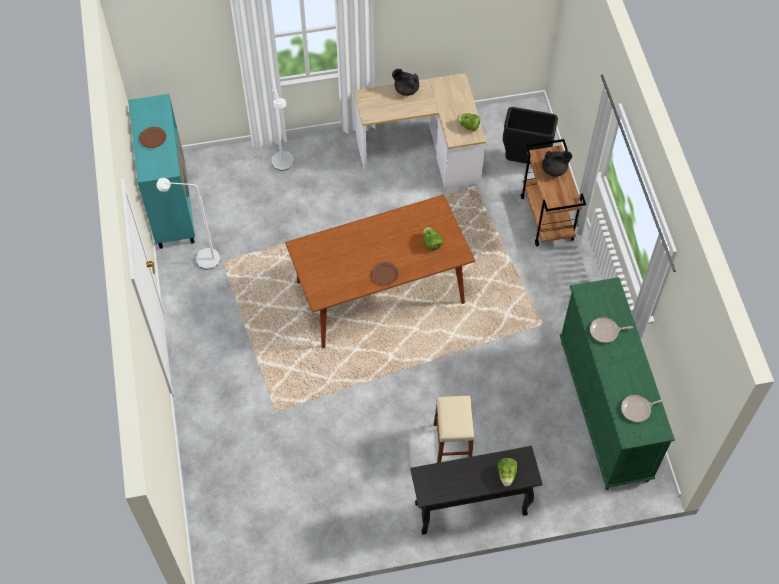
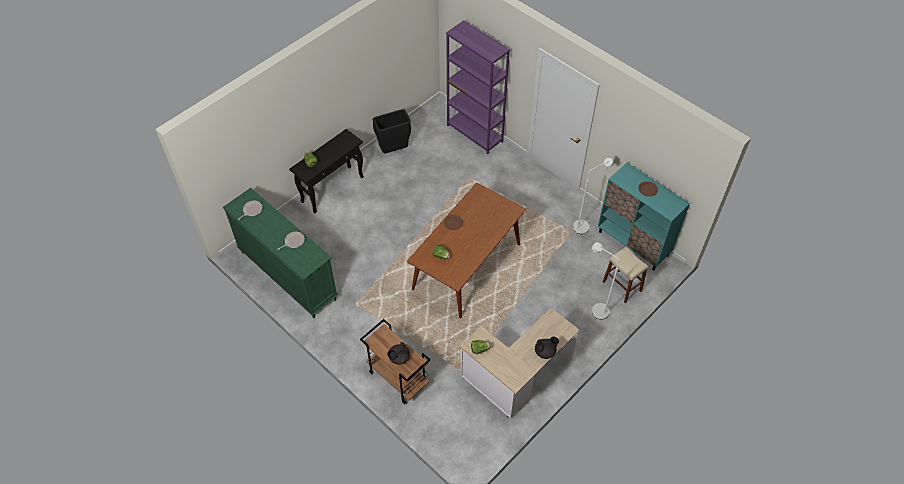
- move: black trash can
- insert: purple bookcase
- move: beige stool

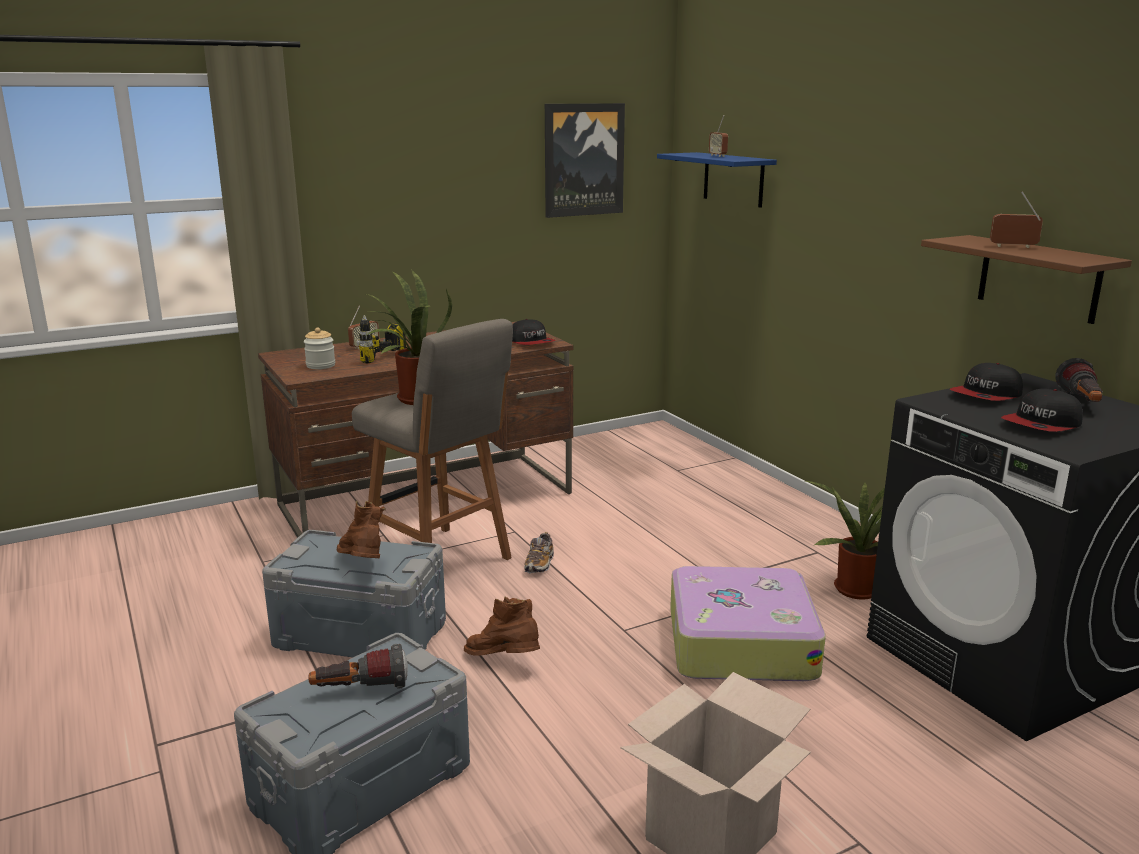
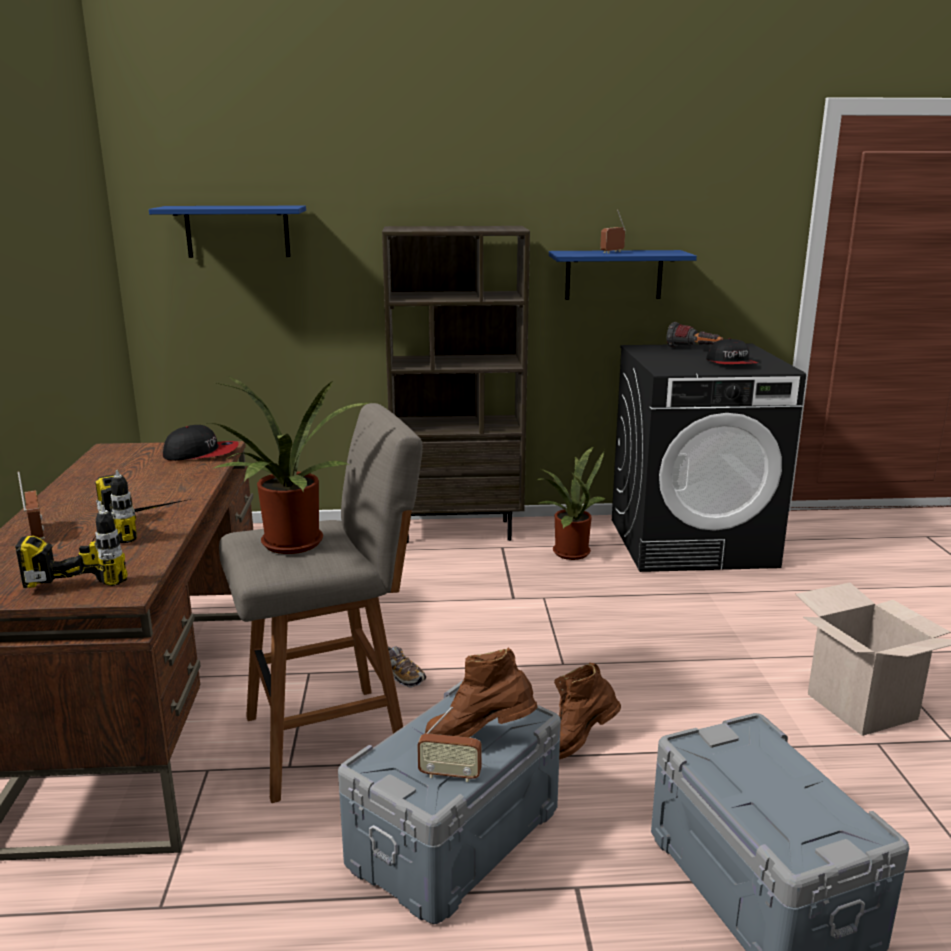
- replace: jar to power drill (1st from left)
- insert: brown bookcase
- move: radio (2nd from left)
- recolor: brown shelf to blue shelf (2nd from left)
- delete: flashlight (1st from left)
- delete: picture
- delete: suitcase
- delete: cap (2nd from left)

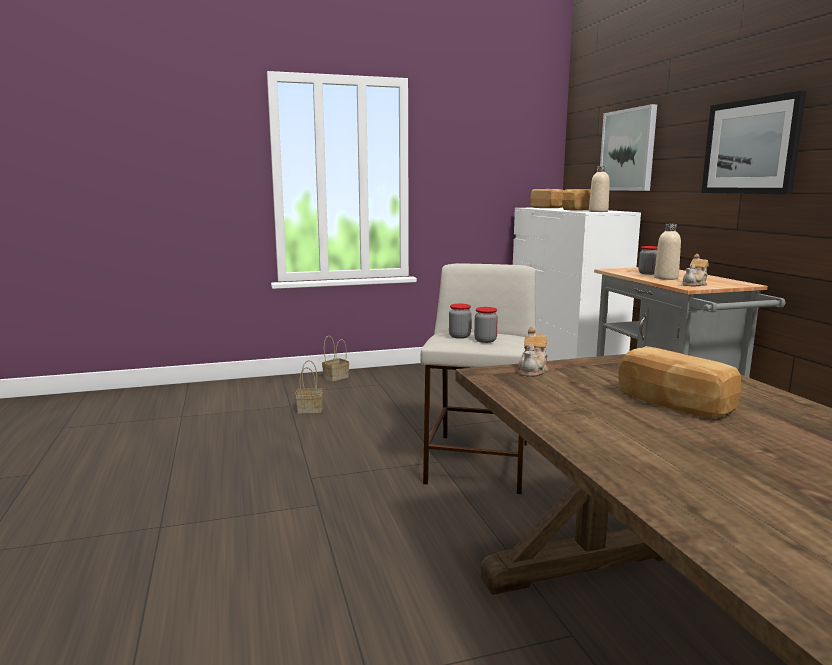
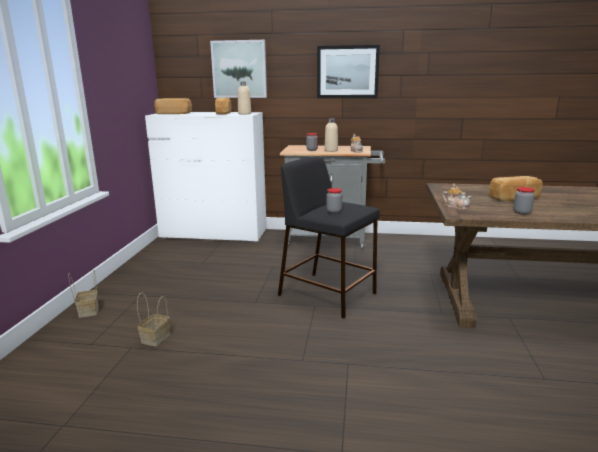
- recolor: beige stool to black stool
- move: jar (2nd from left in the first image) to jar (3rd from left)

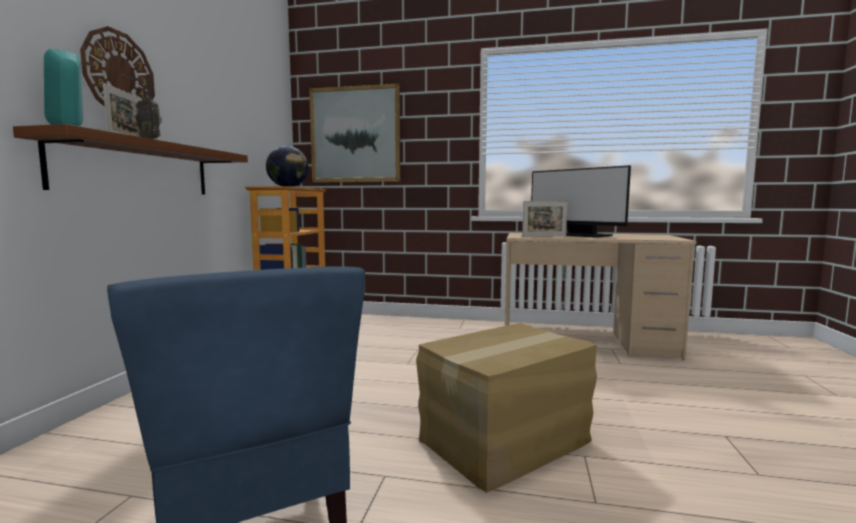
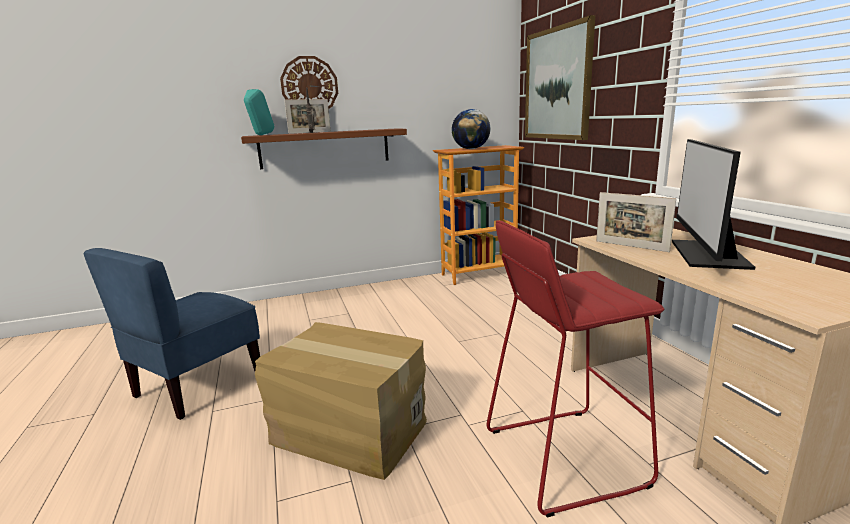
- insert: red stool

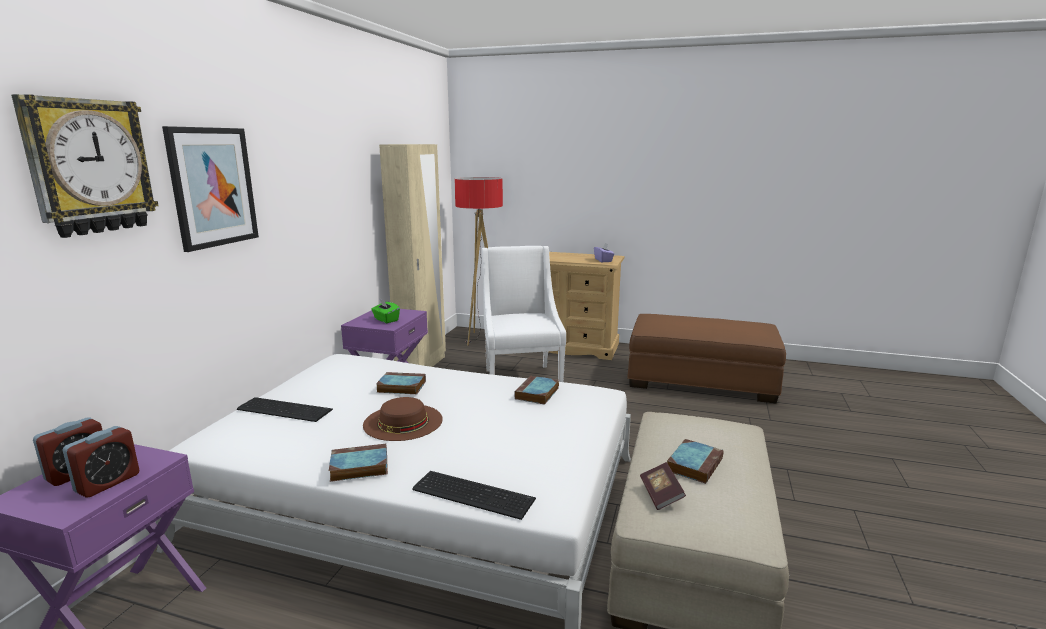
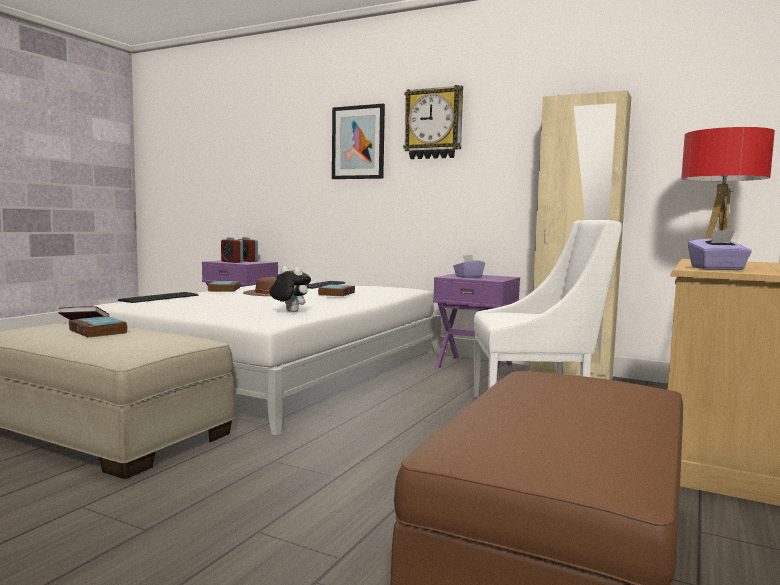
- replace: book (3rd from left) to plush toy
- move: wall clock
- recolor: green tissue box to purple tissue box (1st from left)

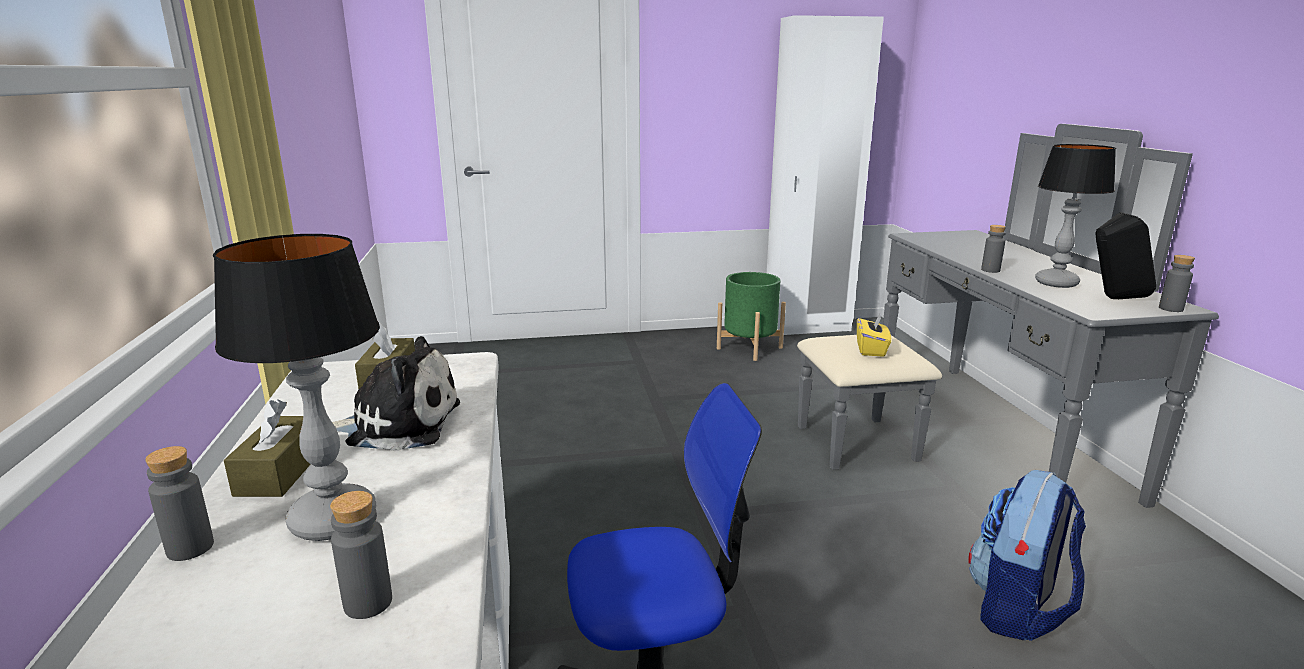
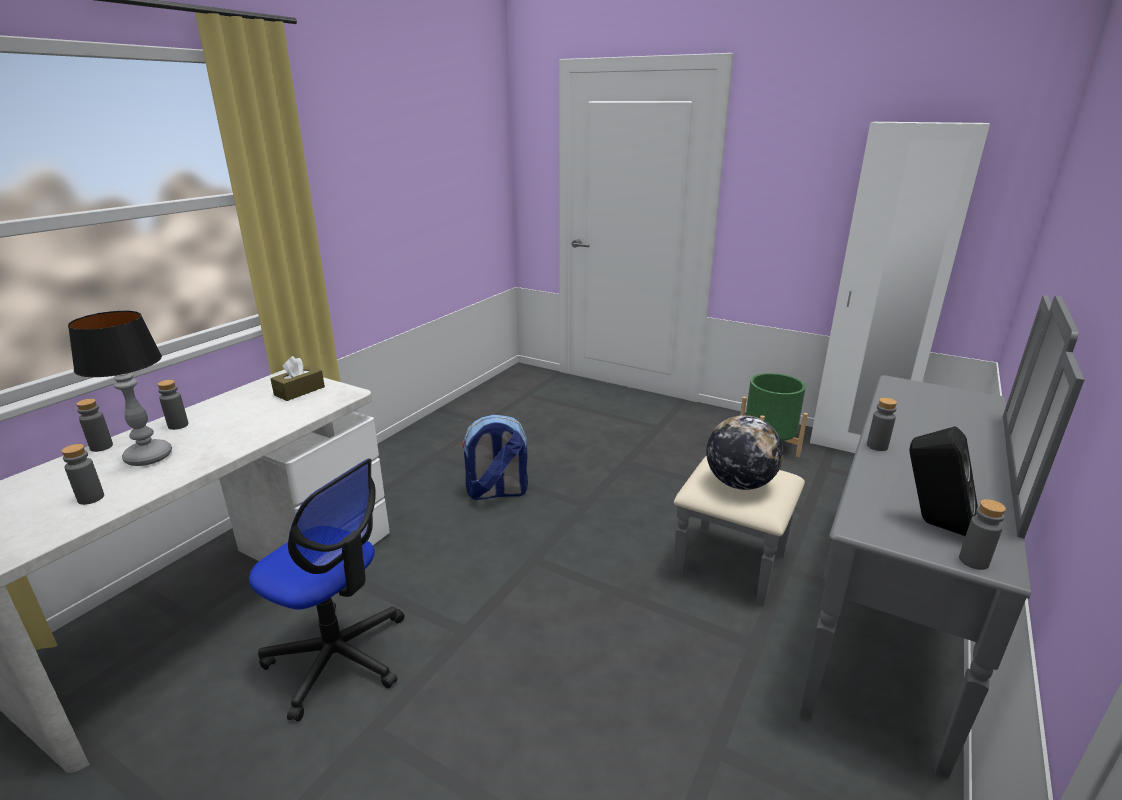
- replace: brown tissue box (1st from left) to grey bottle (3rd from left)
- move: backpack
- replace: yellow tissue box to globe
- delete: plush toy
- delete: table lamp (2nd from left)

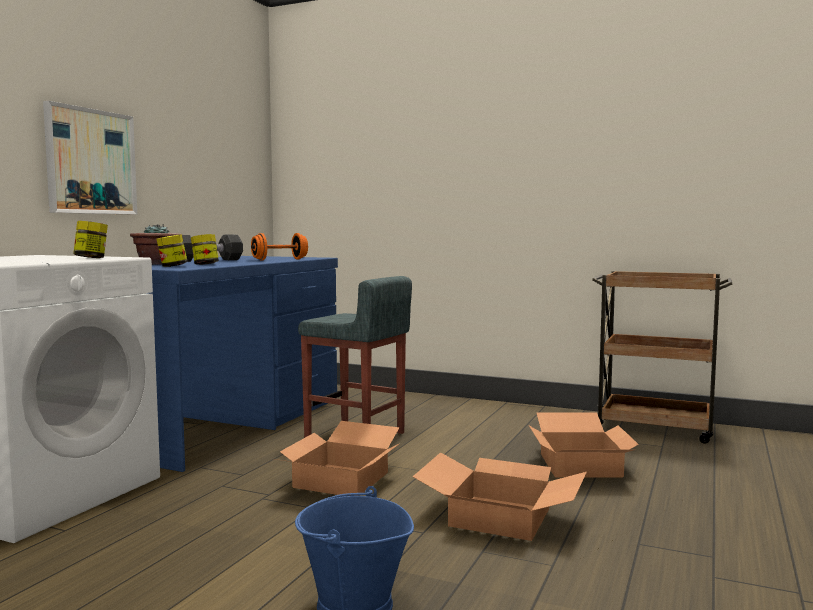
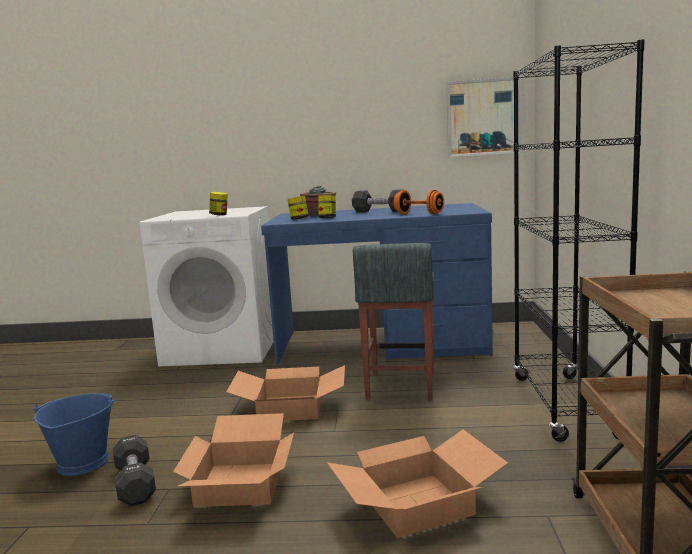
- insert: black dumbbell (1st from left)
- move: picture
- insert: black bookcase

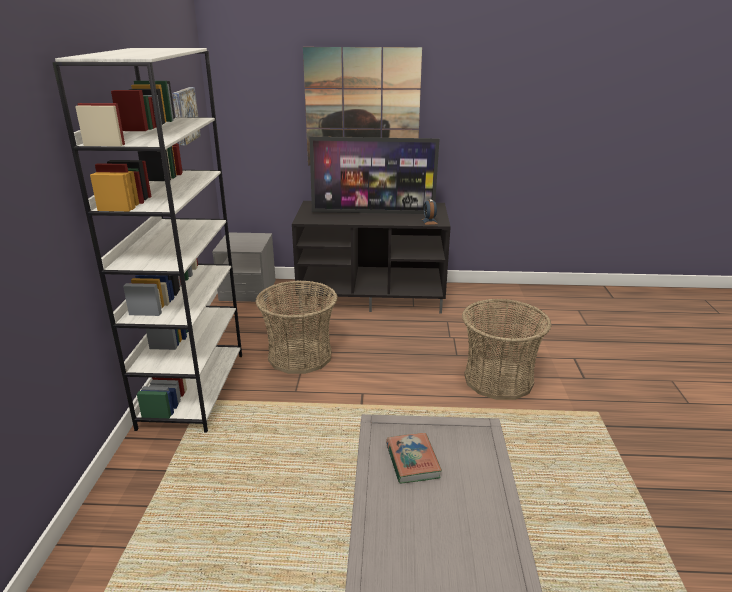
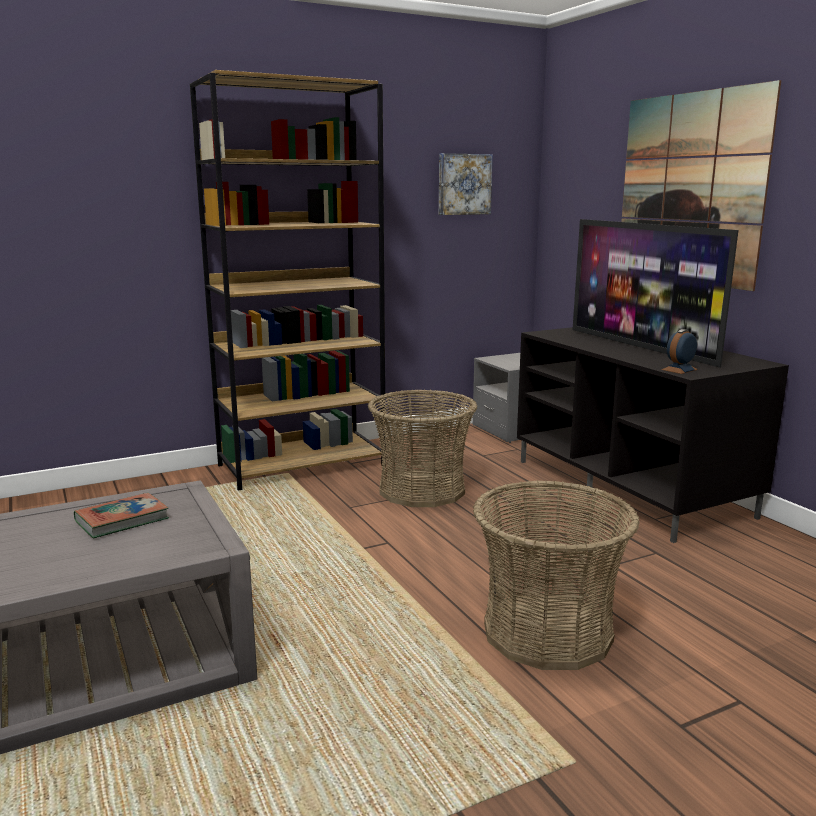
- recolor: white bookcase to brown bookcase

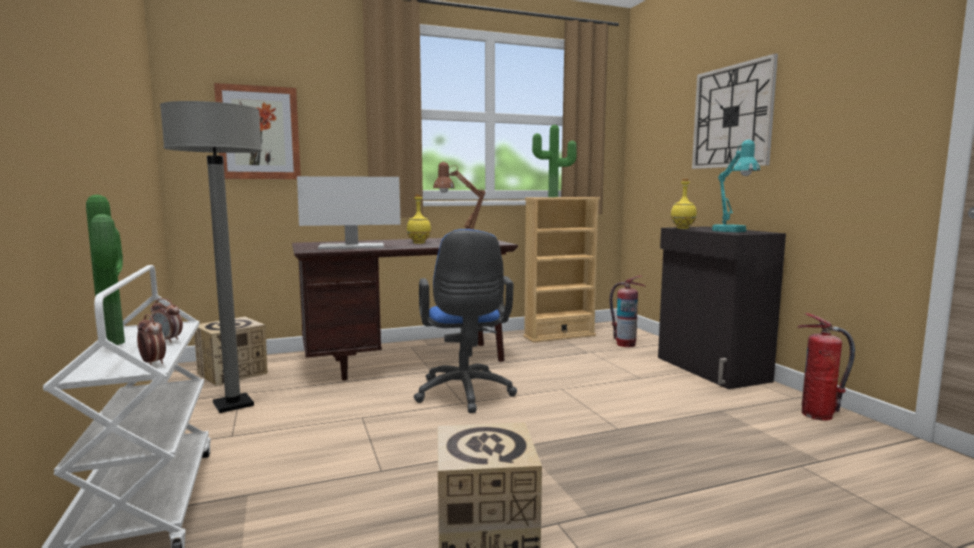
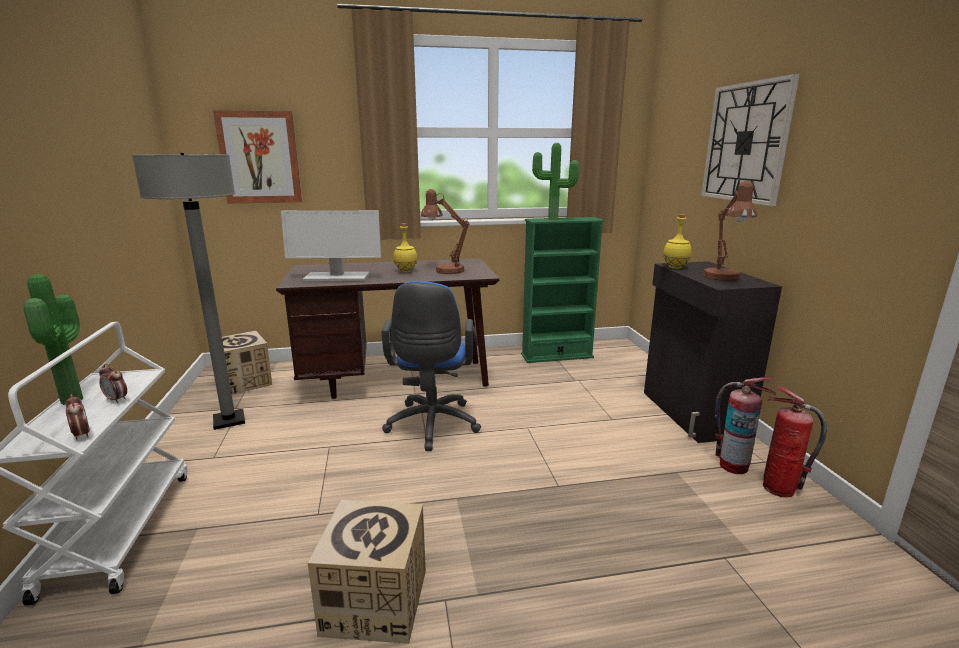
- recolor: beige bookcase to green bookcase
- recolor: turquoise table lamp to brown table lamp (2nd from left)
- move: fire extinguisher (1st from left)

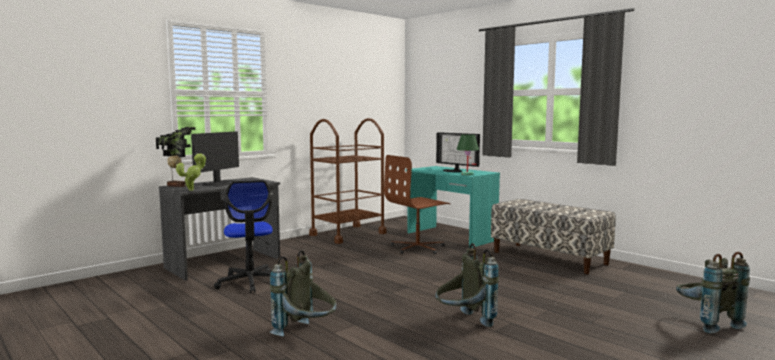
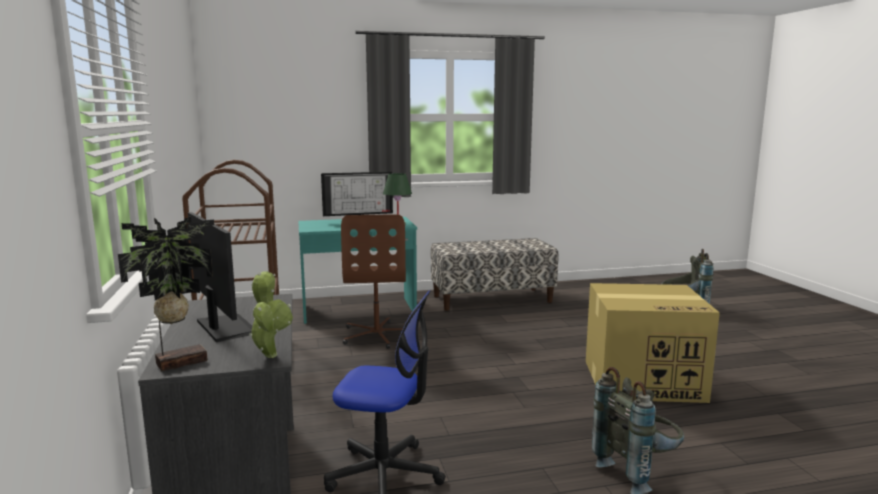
- replace: grey backpack (2nd from left) to cardboard box

